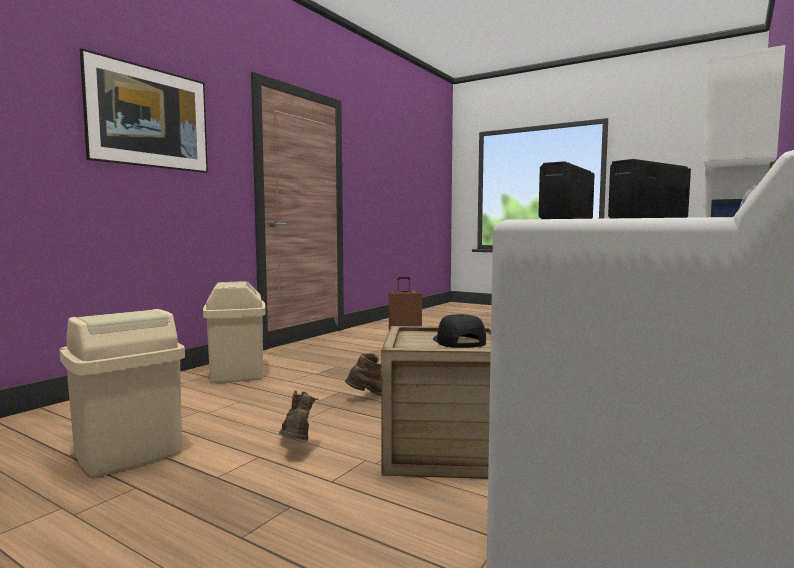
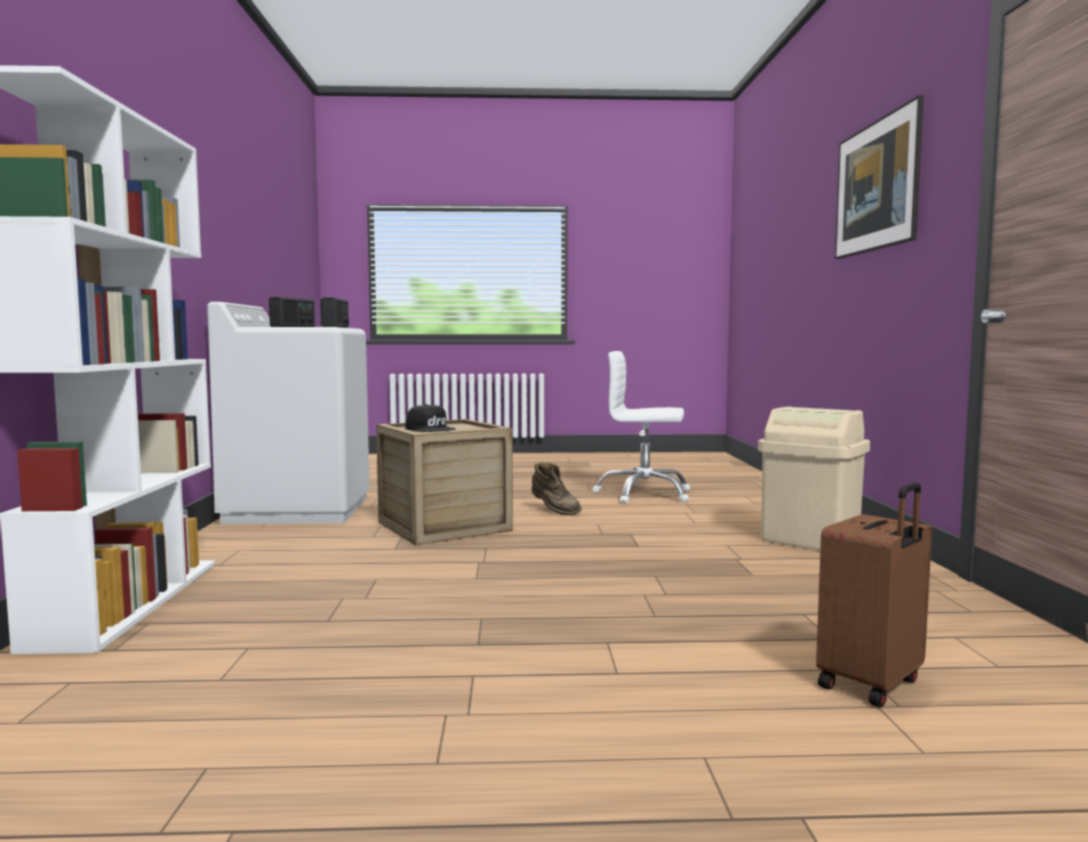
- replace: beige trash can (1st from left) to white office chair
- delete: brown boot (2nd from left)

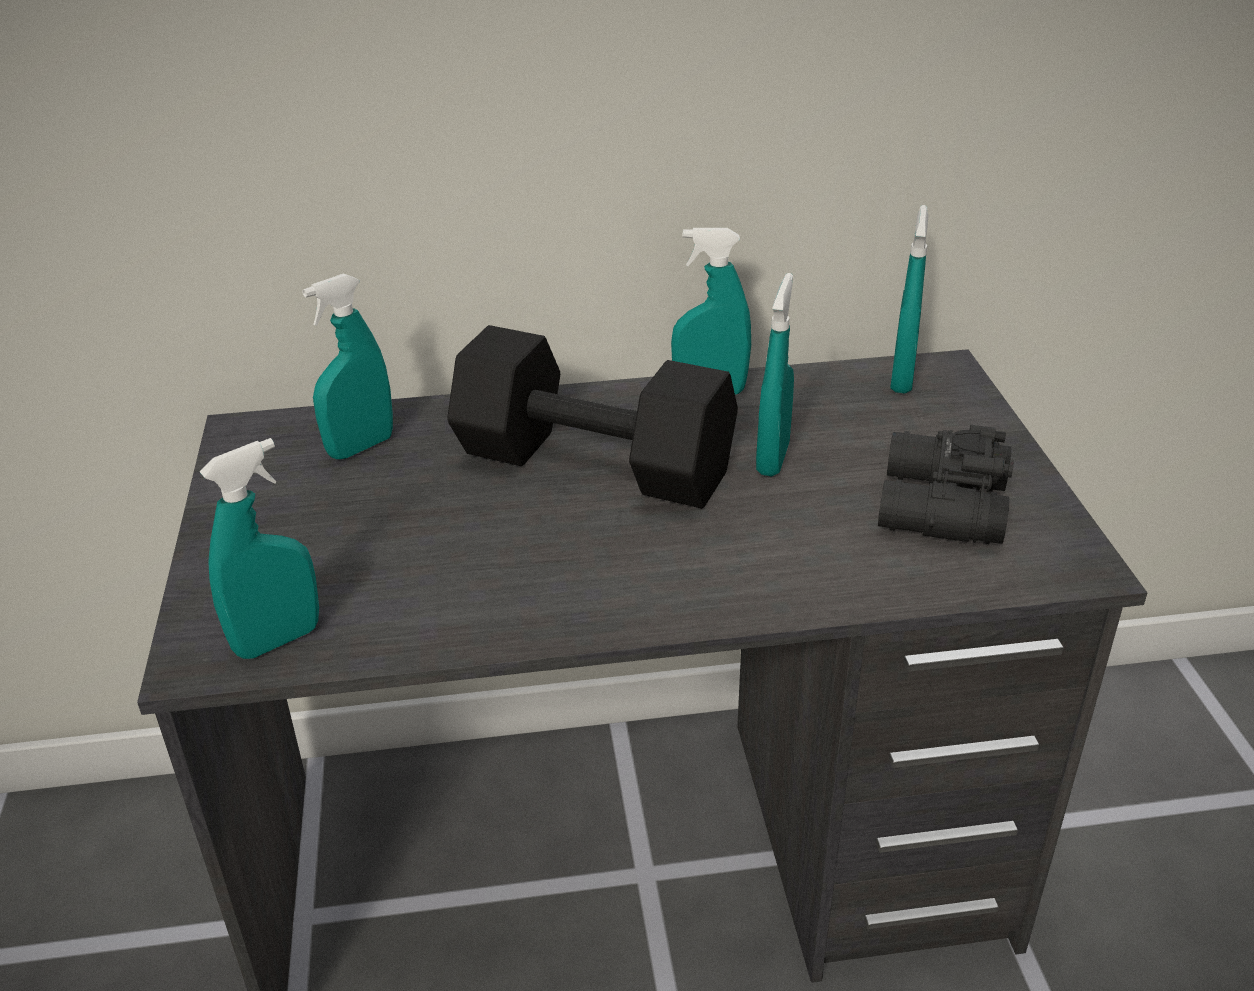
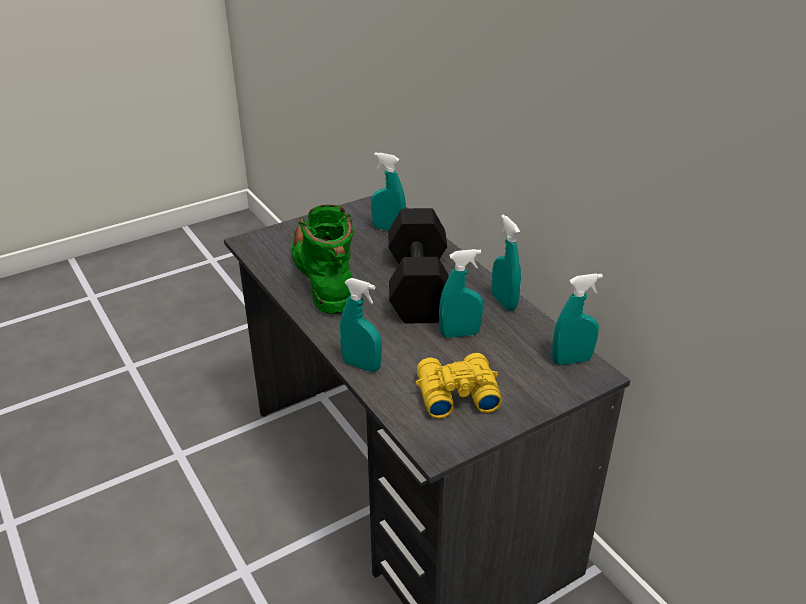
- insert: green boot
- move: turquoise spray bottle (1st from left)
- recolor: black binoculars to yellow binoculars

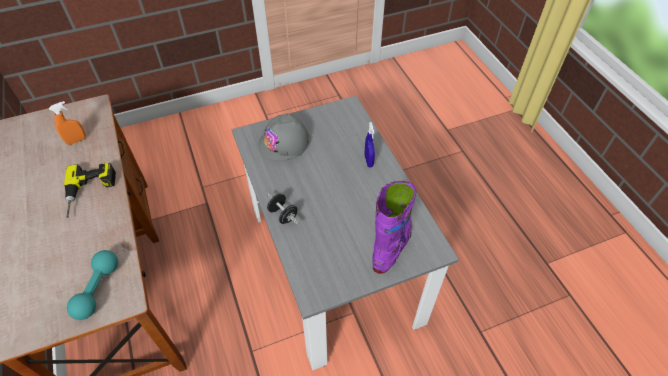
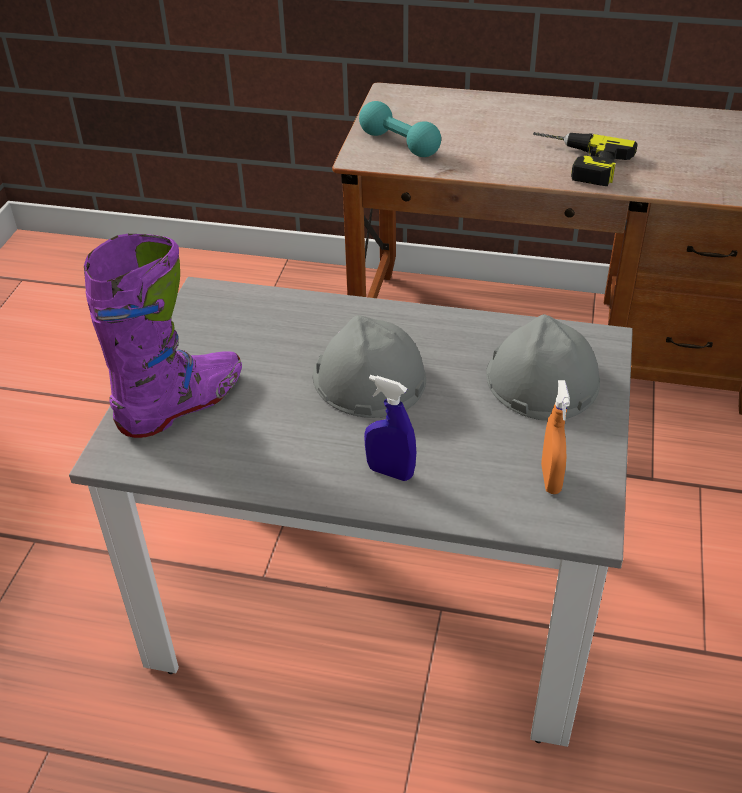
- rotate: purple boot 105 degrees counterclockwise
- insert: grey hard hat (1st from left)
- move: orange spray bottle
- delete: black dumbbell

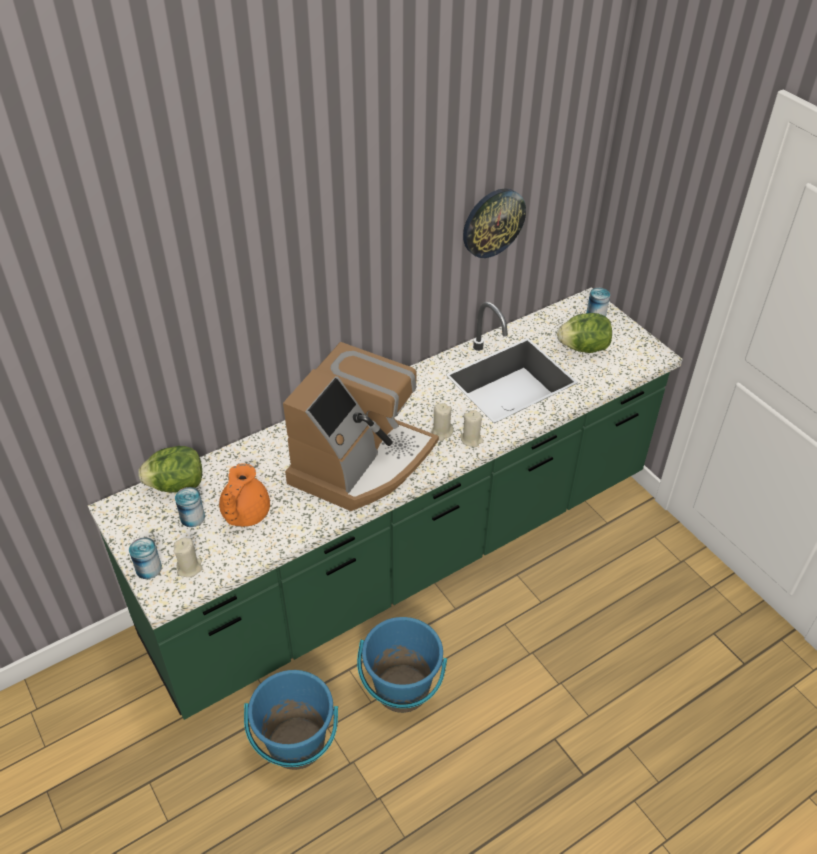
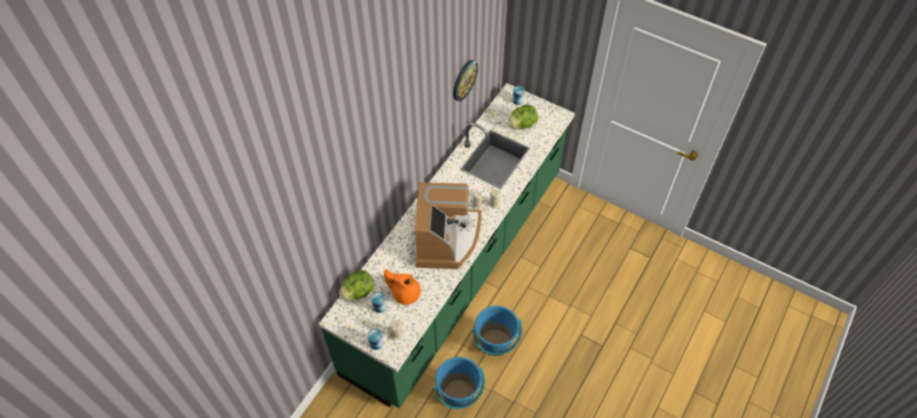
- rotate: orange teapot 120 degrees clockwise

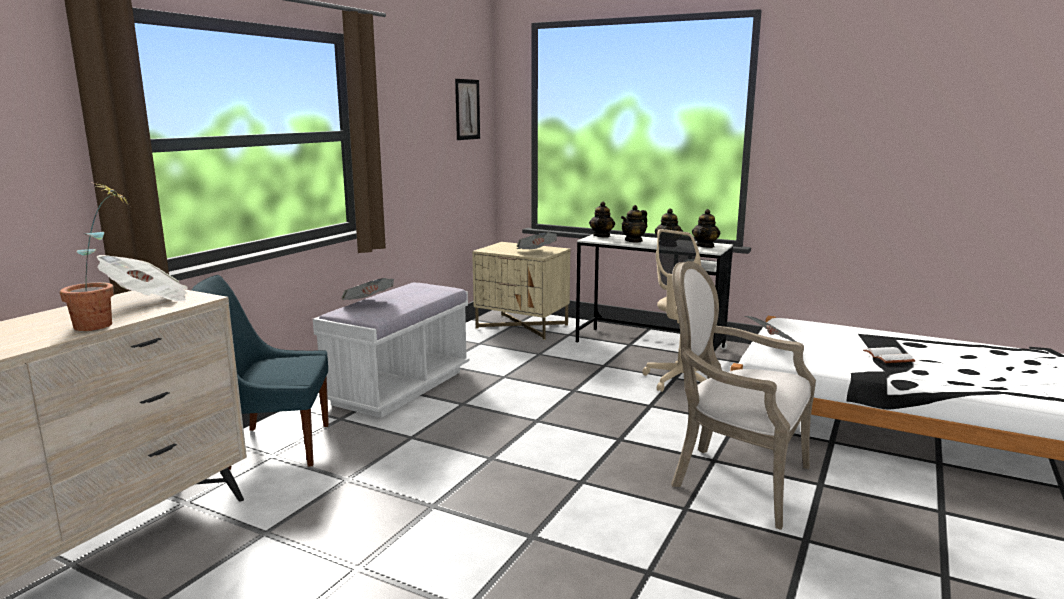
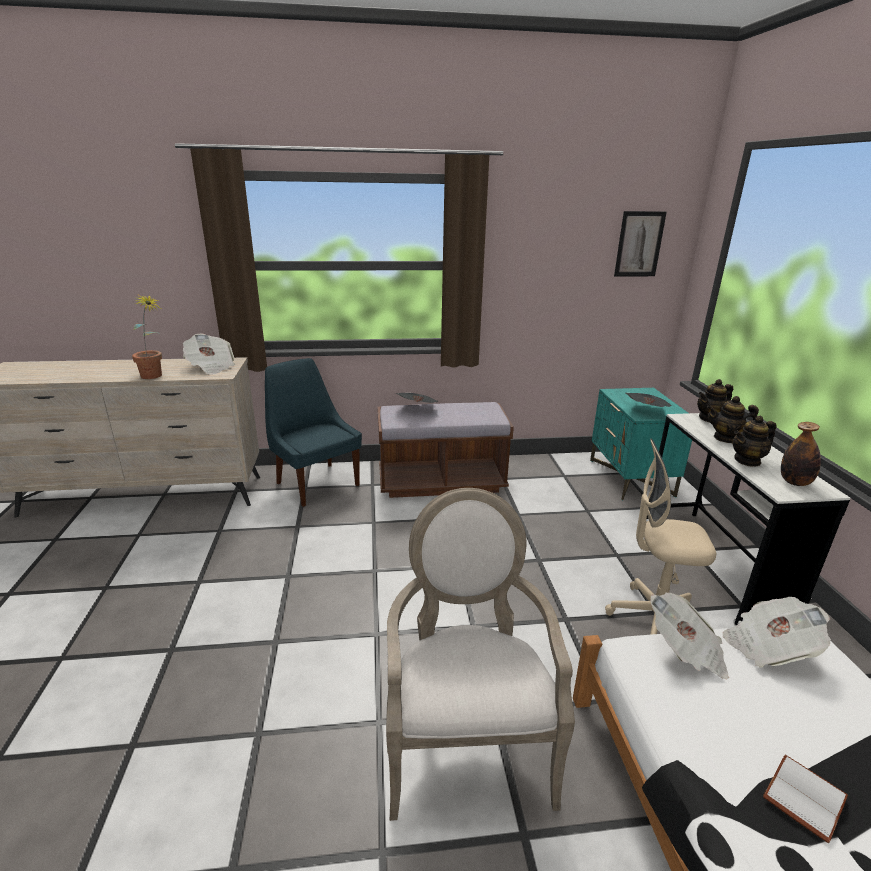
- recolor: white bench to brown bench
- recolor: beige nightstand to turquoise nightstand
- insert: newspaper (5th from left)
- replace: teapot (4th from left) to bottle

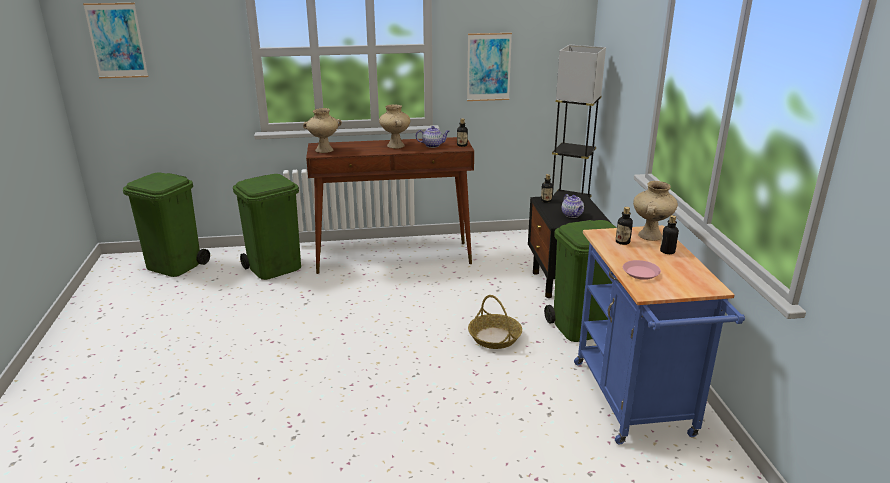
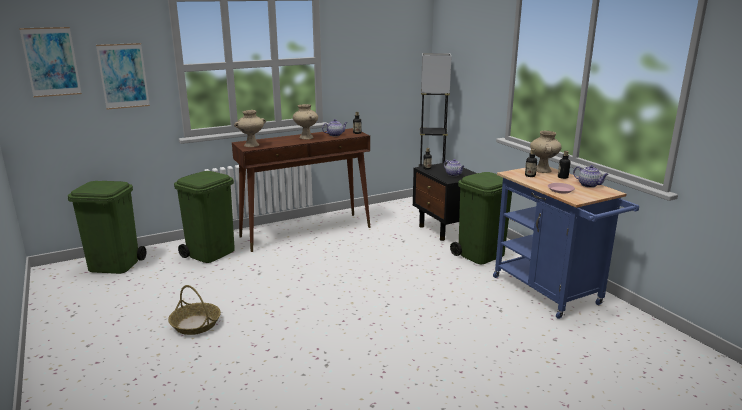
- move: picture (2nd from left)
- move: basket
- insert: teapot (3rd from left)

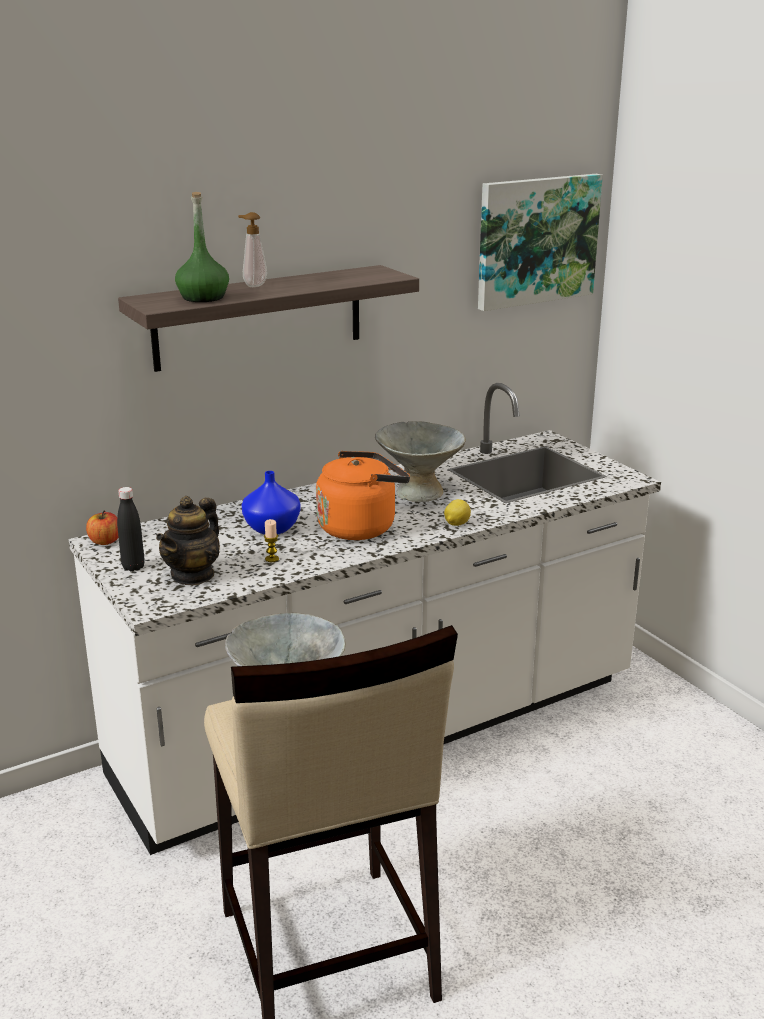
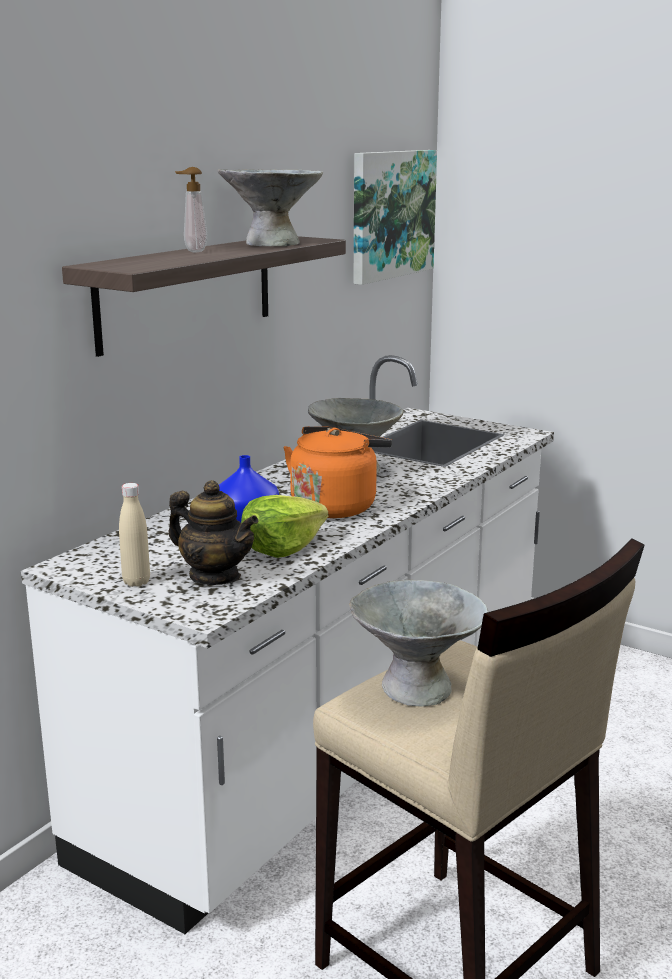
- recolor: black bottle to beige bottle
- rotate: teapot 60 degrees counterclockwise
- insert: grey bowl (1st from left)
- replace: candle to lettuce
- delete: apple
- delete: green bottle
- delete: lemon

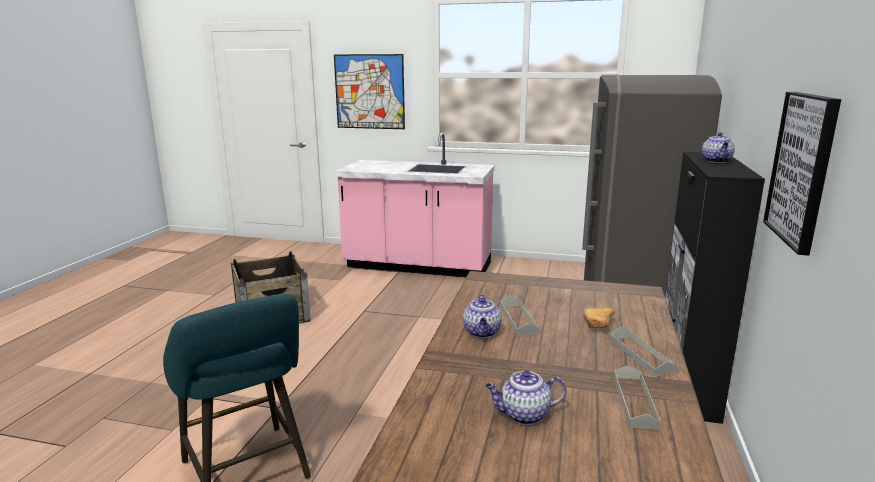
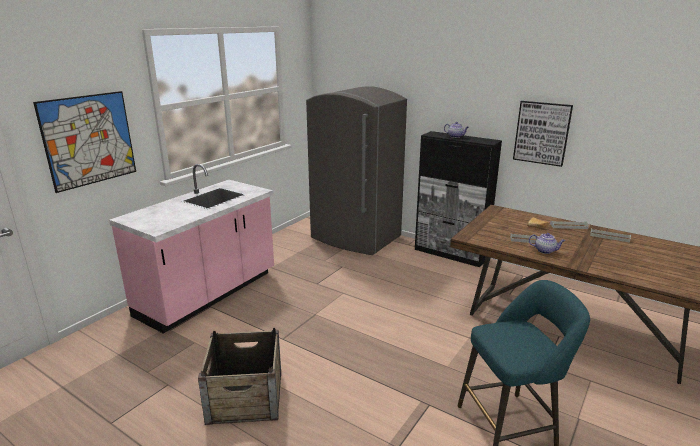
- delete: teapot (2nd from left)

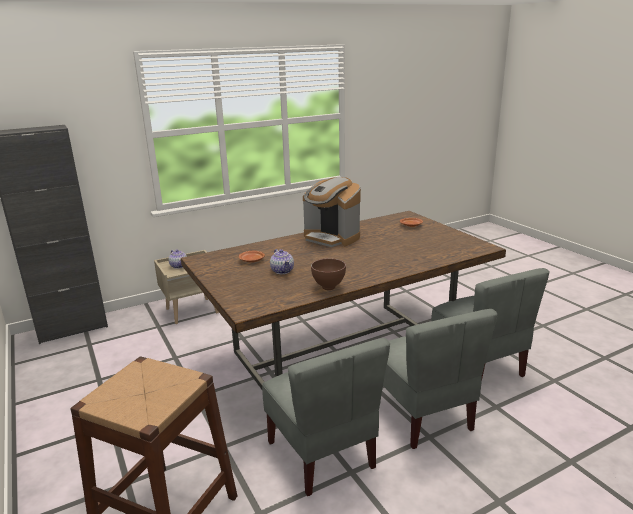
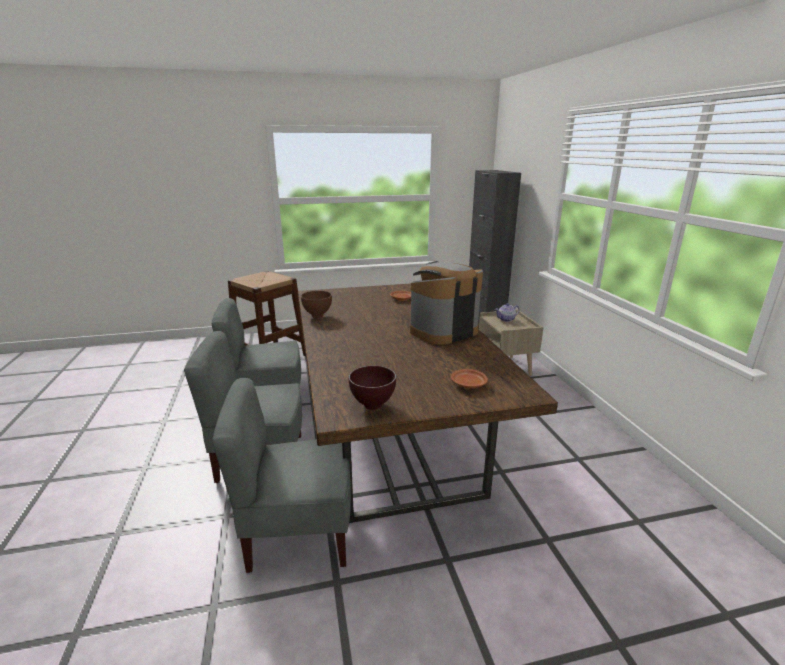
- insert: brown bowl (2nd from left)
- delete: teapot (2nd from left)

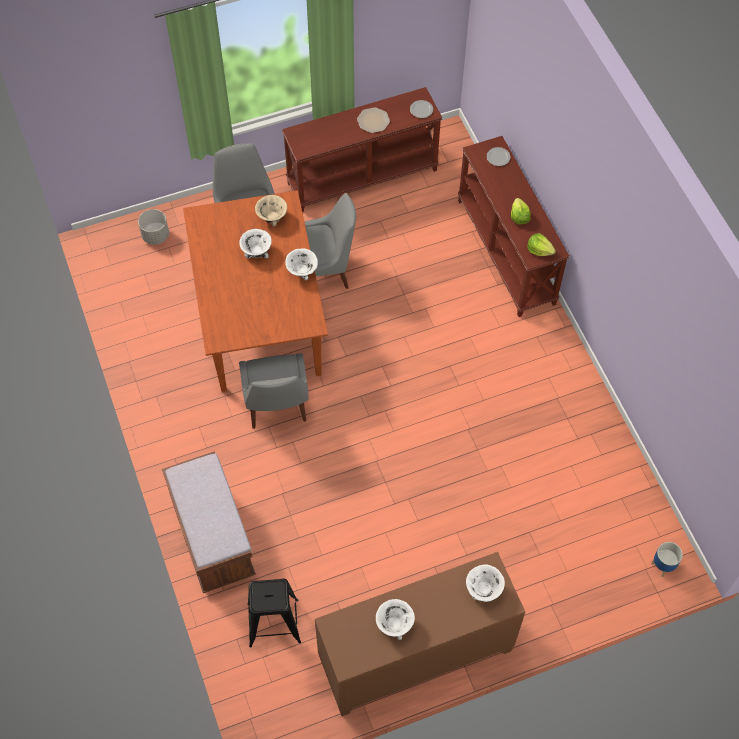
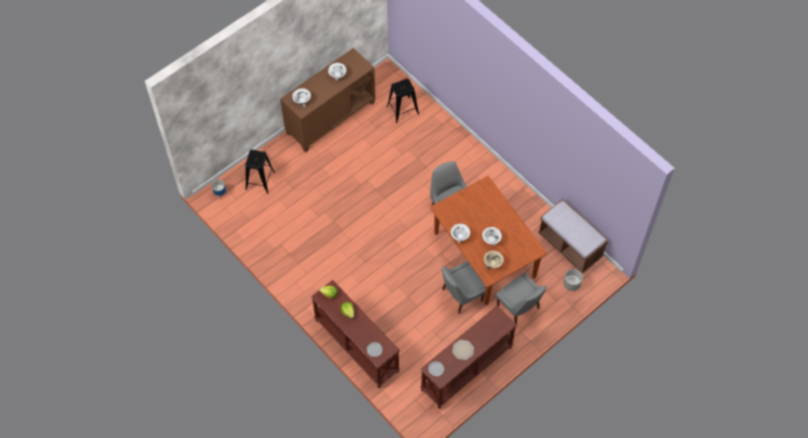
- insert: black stool (1st from left)
- move: brown bench

